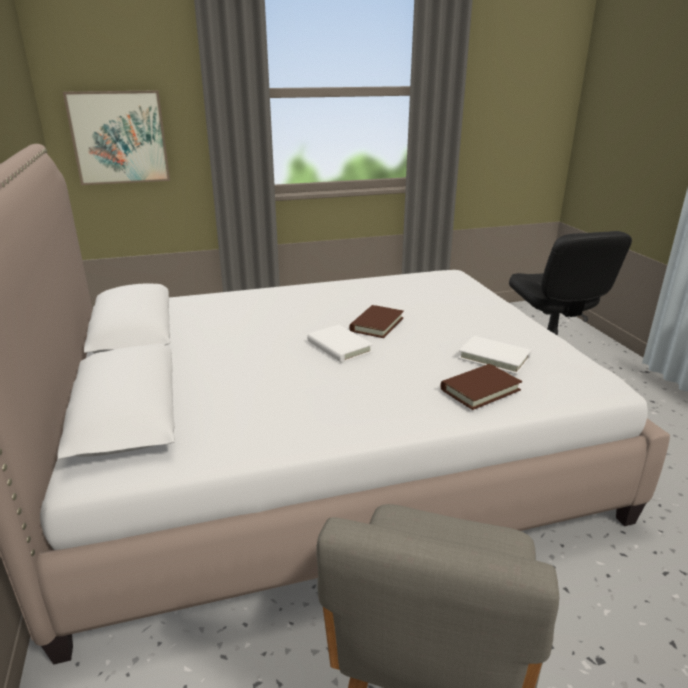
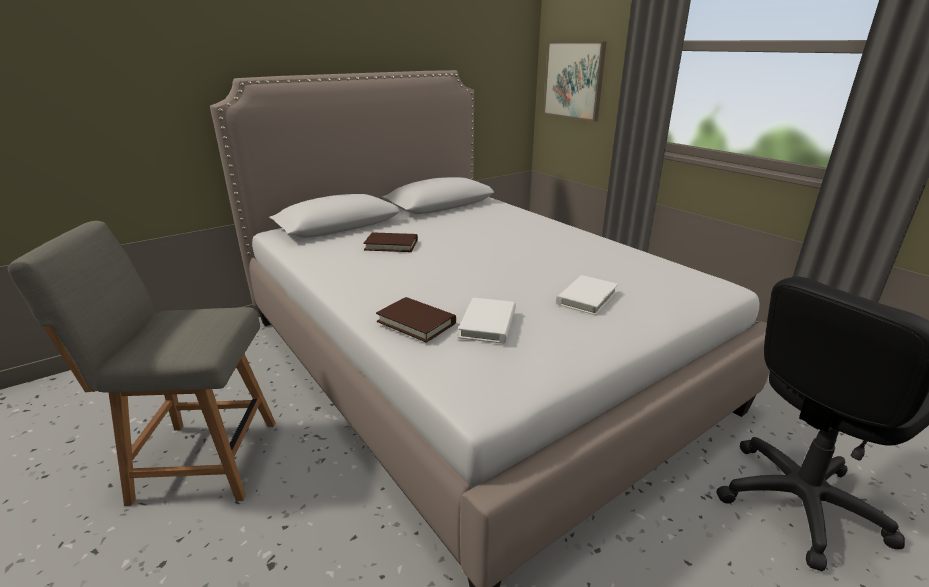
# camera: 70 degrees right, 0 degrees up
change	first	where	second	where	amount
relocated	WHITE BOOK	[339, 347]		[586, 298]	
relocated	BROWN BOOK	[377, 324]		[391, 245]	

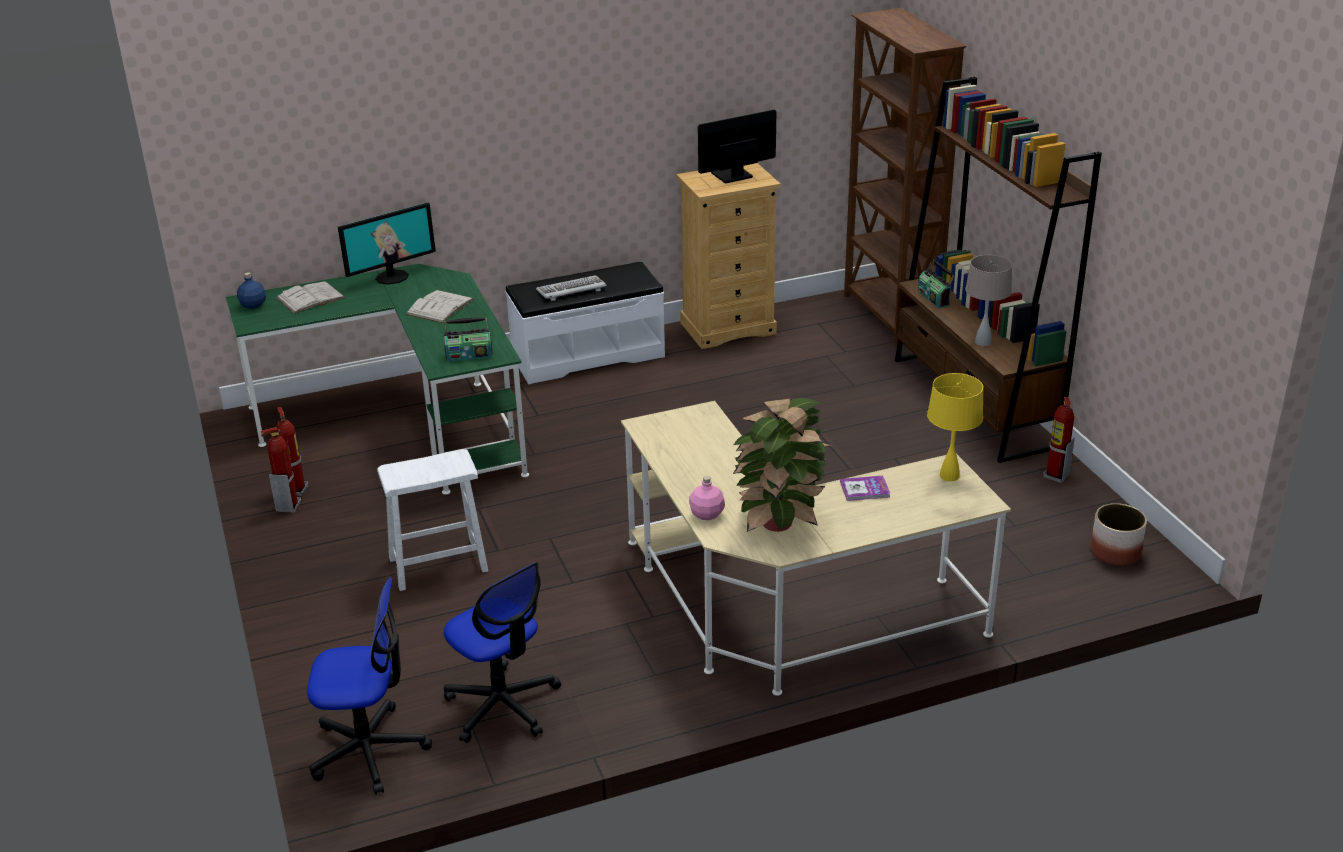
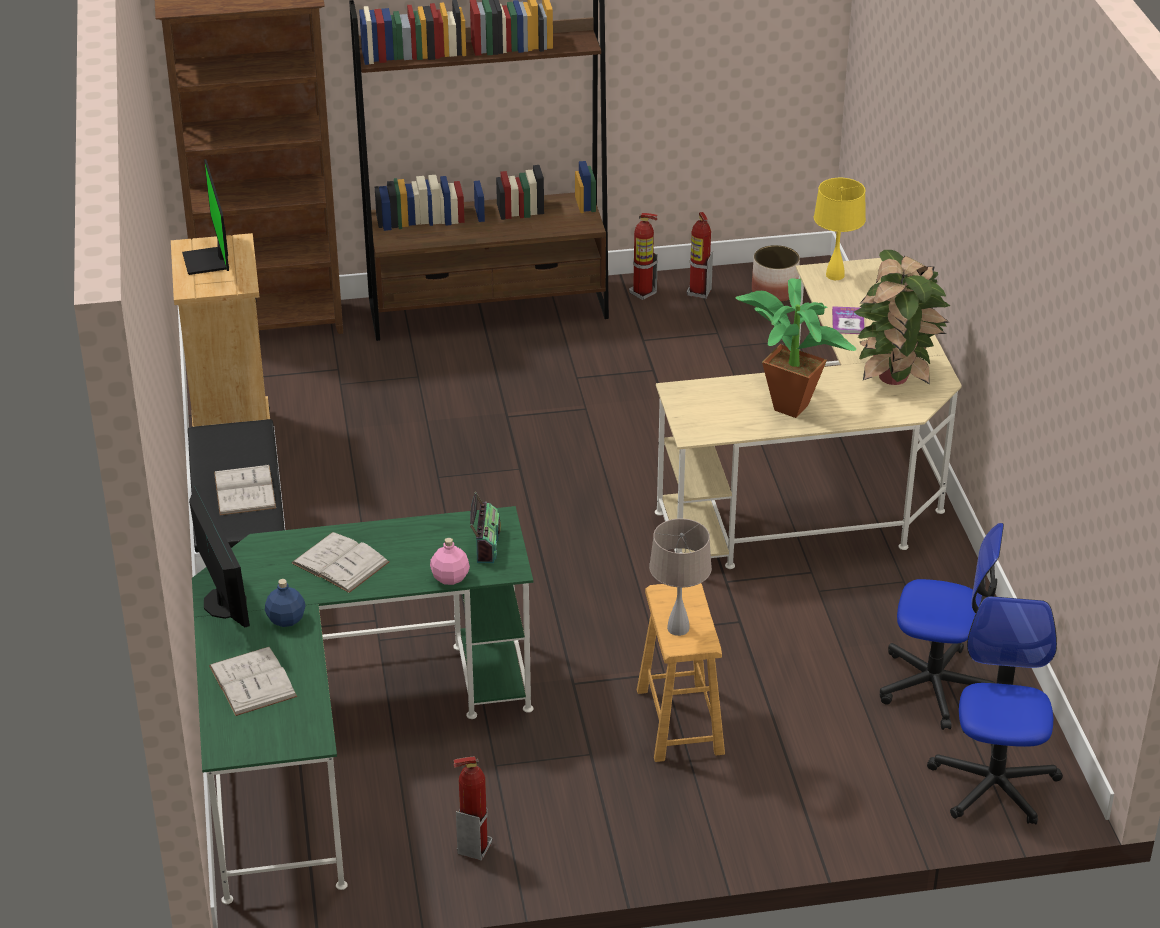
# camera: 80 degrees left, 5 degrees up
change	first	where	second	where	amount
relocated	BLUE BOTTLE	[253, 305]		[285, 619]	
relocated	FIRE EXTINGUISHER	[288, 506]		[698, 292]	
colour	WHITE STOOL	[438, 564]	BROWN STOOL	[680, 721]	
spun	OFFICE CHAIR	[502, 705]		[936, 686]	45 degrees clockwise
exchanged	KEYBOARD	[571, 290]	WHITE BOOK	[244, 490]	
relocated	PINK BOTTLE	[706, 514]		[449, 578]	
missing	RADIO	[934, 298]			
relocated	BEIGE TABLE LAMP	[983, 342]		[678, 628]	
appeared			POTTED PLANT	[787, 403]	

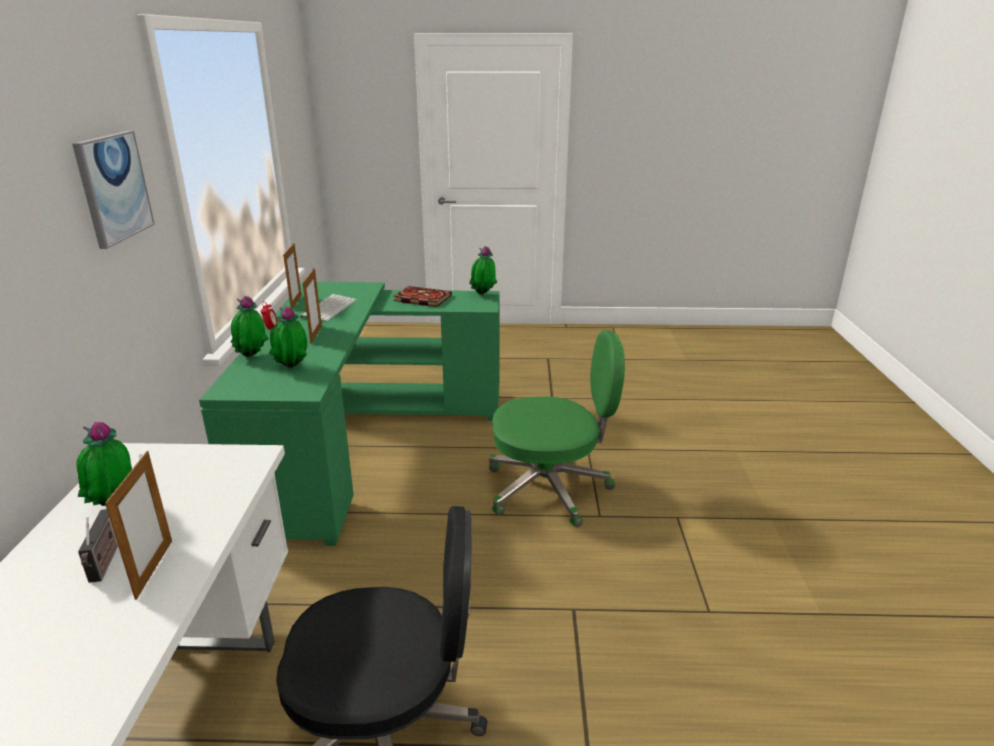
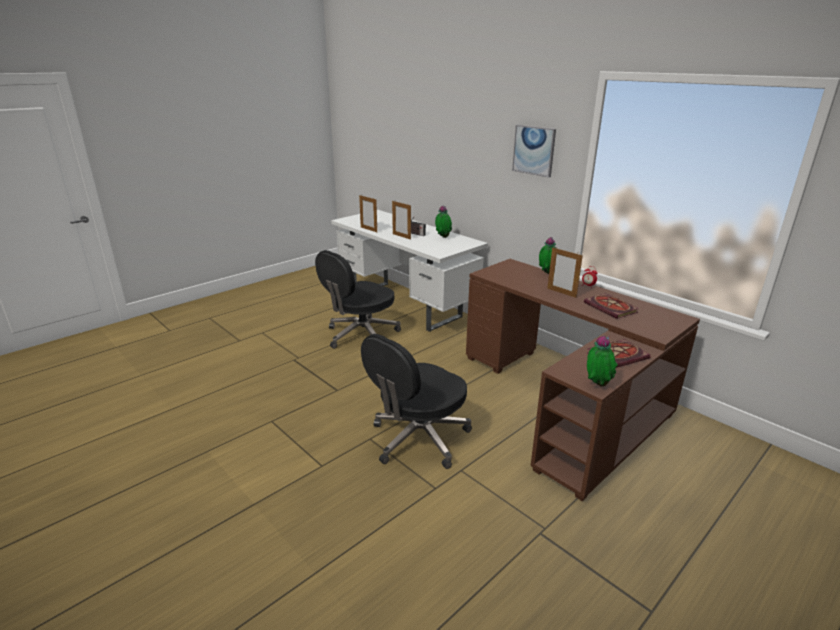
# camera: 135 degrees right, 0 degrees up
change	first	where	second	where	amount
colour	GREEN DESK	[360, 441]	BROWN DESK	[567, 402]	
missing	POTTED PLANT	[292, 369]			
relocated	PICTURE FRAME	[296, 302]		[368, 229]	
exchanged	KEYBOARD	[329, 308]	BOOK	[612, 308]	
colour	GREEN OFFICE CHAIR	[550, 488]	BLACK OFFICE CHAIR	[418, 439]	

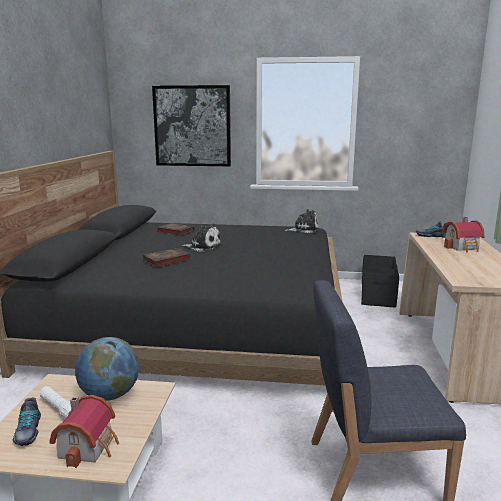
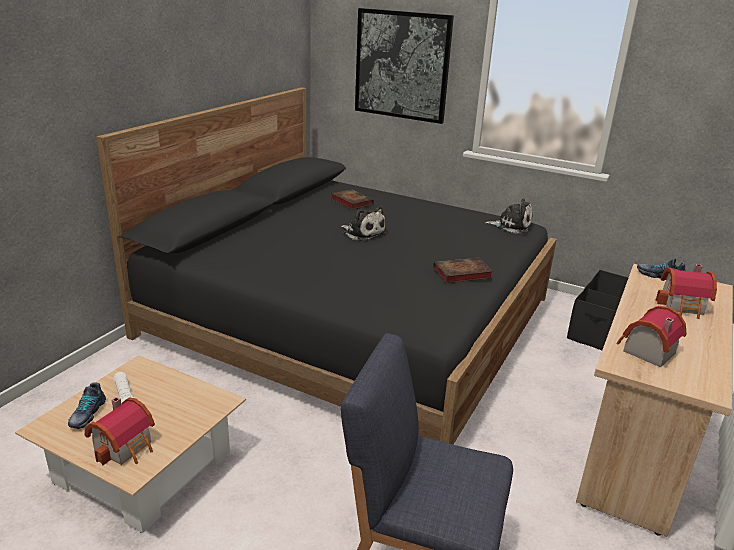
# camera: 20 degrees right, 10 degrees up
change	first	where	second	where	amount
missing	GLOBE	[110, 395]			
relocated	BOOK	[166, 260]		[461, 274]	
appeared			TOY HOUSE	[645, 351]	

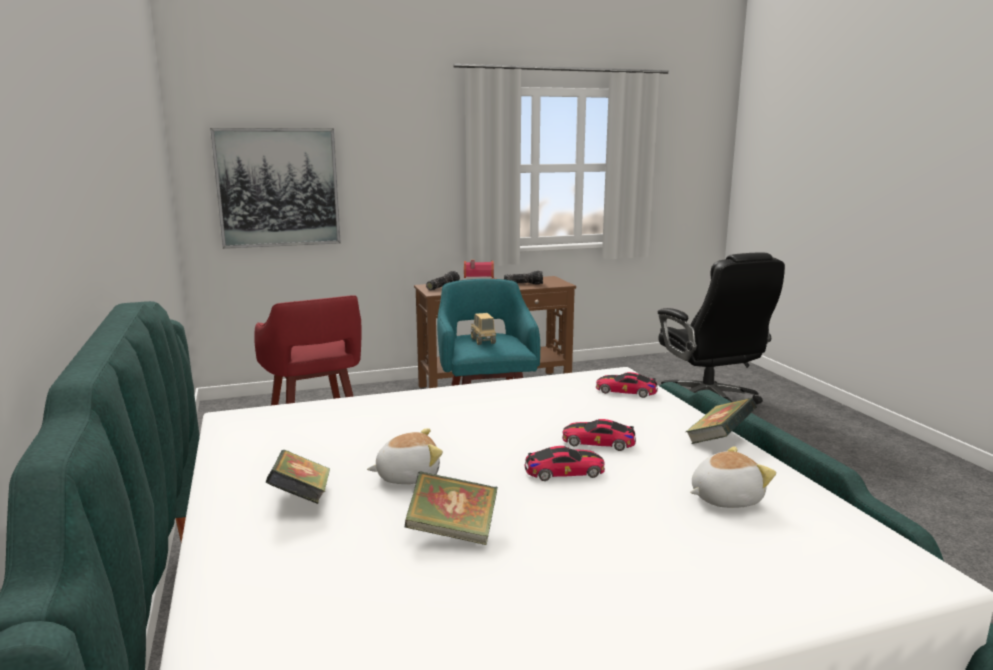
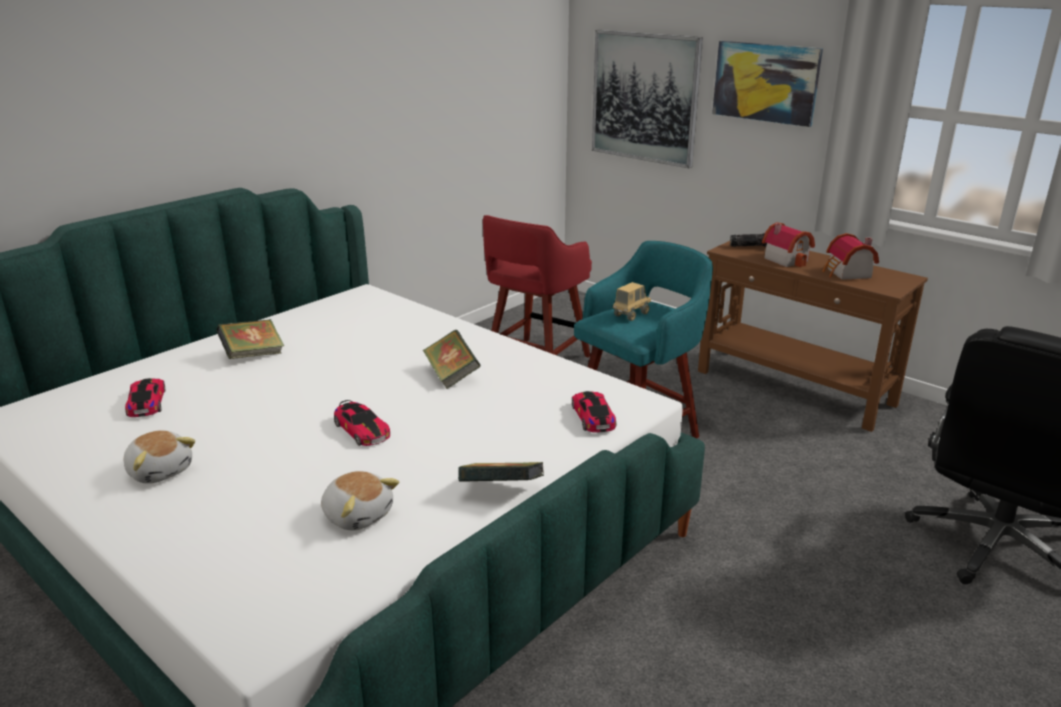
# camera: 60 degrees right, 10 degrees up
change	first	where	second	where	amount
relocated	PLUSH TOY	[407, 476]		[160, 470]	
relocated	BOOK	[452, 532]		[451, 375]	
exchanged	FLASHLIGHT	[524, 284]	TOY HOUSE	[847, 273]	
relocated	TOY CAR	[598, 442]		[146, 403]	
appeared			PICTURE	[765, 82]	

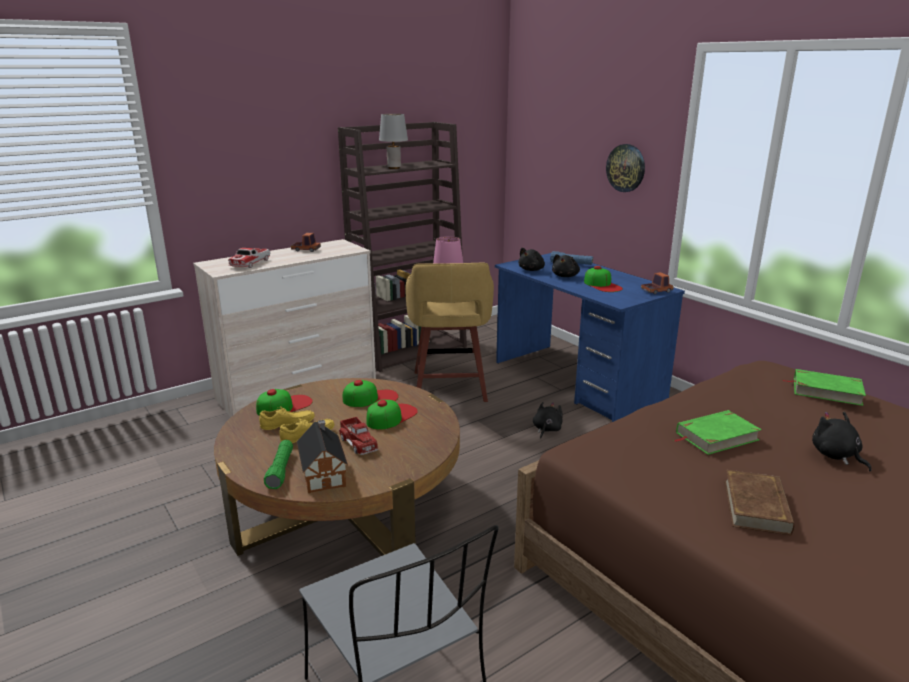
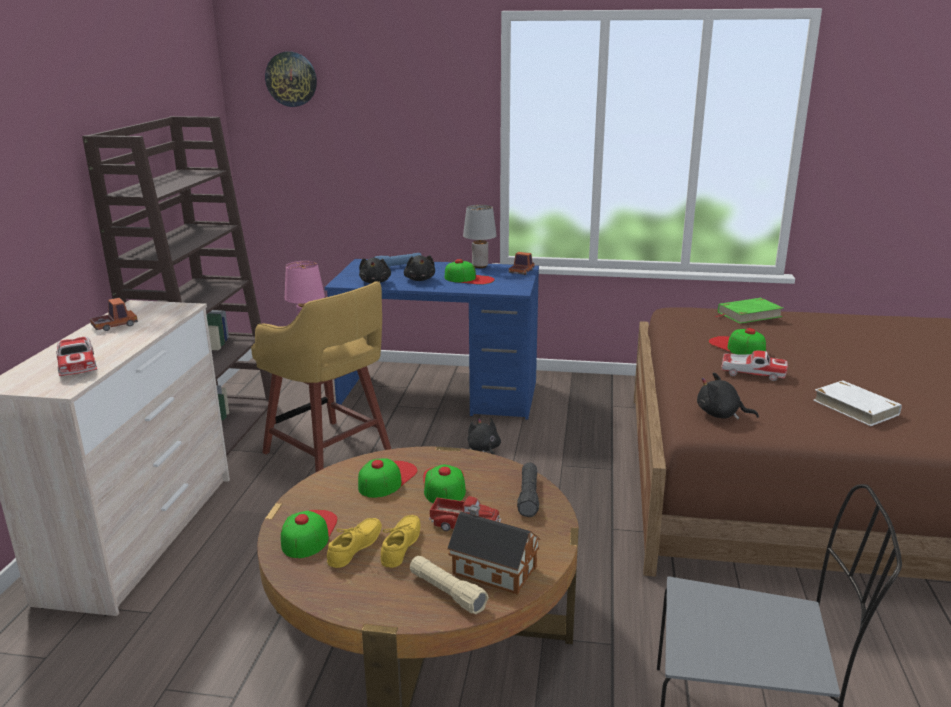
# camera: 45 degrees left, 0 degrees up
change	first	where	second	where	amount
colour	GREEN FLASHLIGHT	[281, 470]	BEIGE FLASHLIGHT	[447, 592]	
relocated	GREY TABLE LAMP	[393, 168]		[479, 266]	
relocated	WALL CLOCK	[626, 168]		[291, 79]	
exchanged	GREEN BOOK	[716, 436]	TOY CAR	[752, 373]	
colour	BROWN BOOK	[756, 506]	WHITE BOOK	[855, 407]	
relocated	BLACK PLUSH TOY	[836, 455]		[721, 415]	
appeared			BLACK FLASHLIGHT	[528, 496]	
appeared			CAP	[737, 346]	

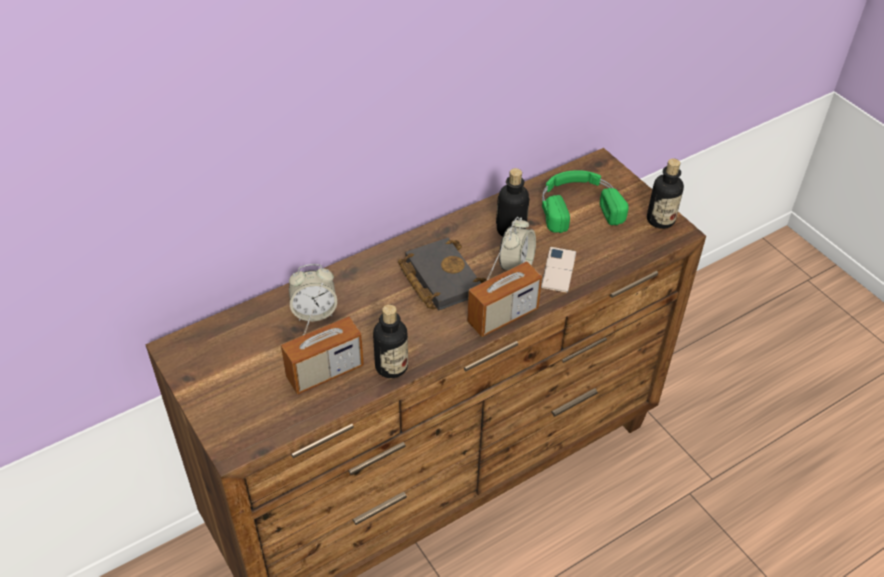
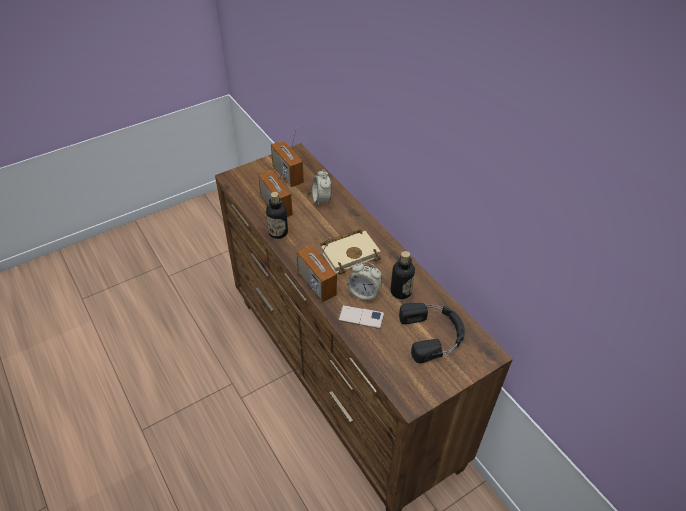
# camera: 90 degrees right, 0 degrees up
change	first	where	second	where	amount
colour	BLACK BOOK	[438, 278]	BEIGE BOOK	[350, 253]	
colour	GREEN HEADPHONES	[578, 205]	BLACK HEADPHONES	[433, 334]	
missing	BOTTLE	[660, 220]			
appeared			RADIO	[288, 175]	

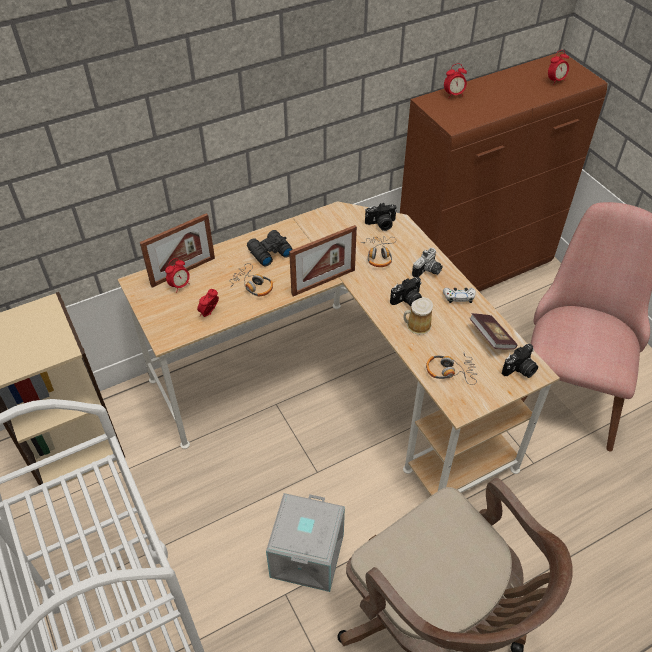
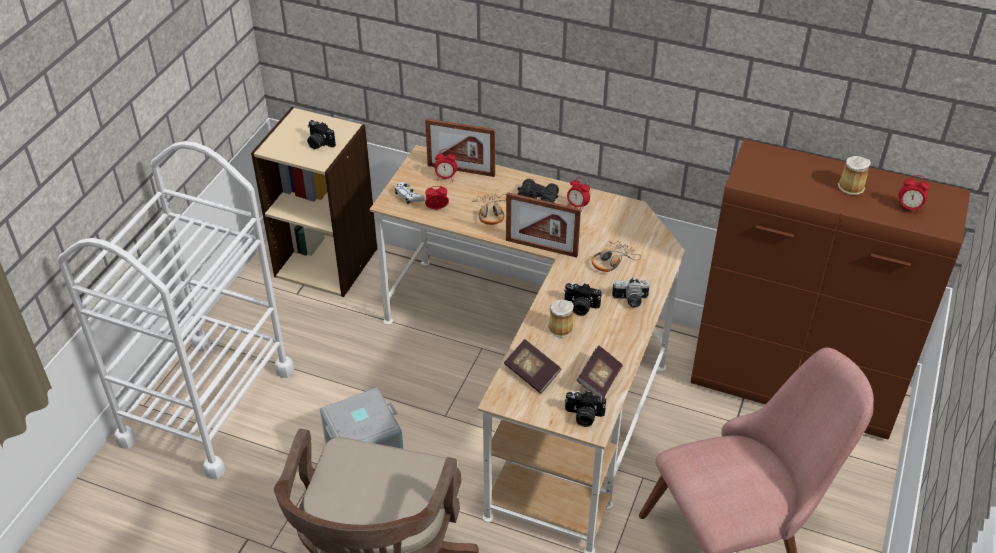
# camera: 50 degrees right, 5 degrees down
change	first	where	second	where	amount
relocated	PHOTO CAMERA	[381, 224]		[319, 143]	
exchanged	HEADPHONES	[450, 371]	BOOK	[532, 373]	
relocated	WHITE GAME CONTROLLER	[459, 297]		[409, 196]	
relocated	ALARM CLOCK	[454, 95]		[577, 206]	
appeared			MUG	[850, 185]	

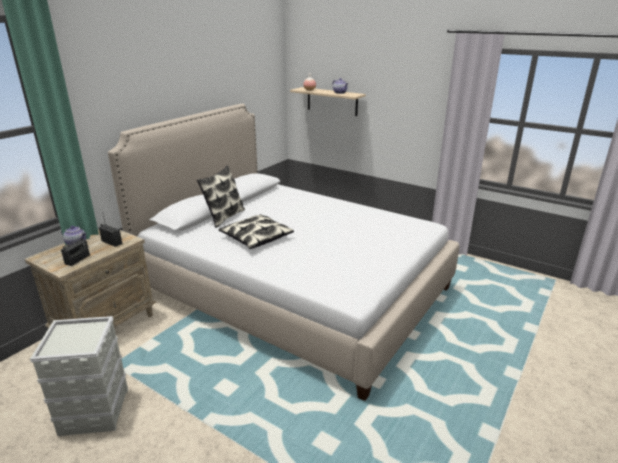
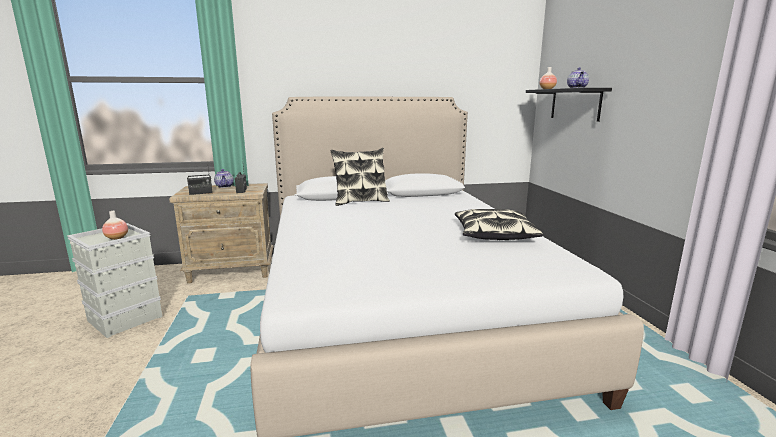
# camera: 45 degrees right, 10 degrees down
change	first	where	second	where	amount
relocated	PILLOW	[256, 238]		[493, 234]	
colour	BEIGE SHELF	[332, 101]	BLACK SHELF	[575, 104]	
appeared			VASE	[117, 238]	

